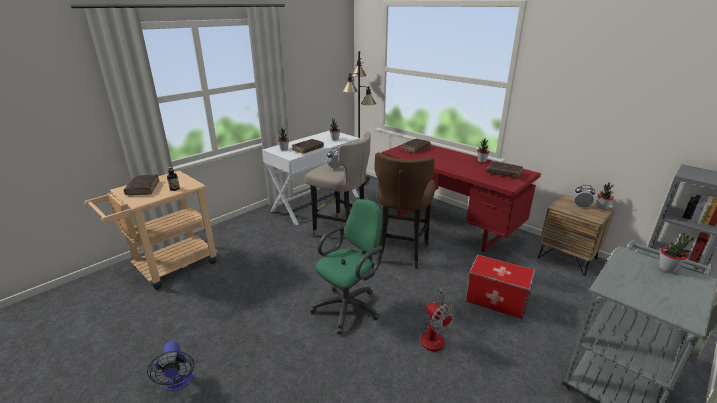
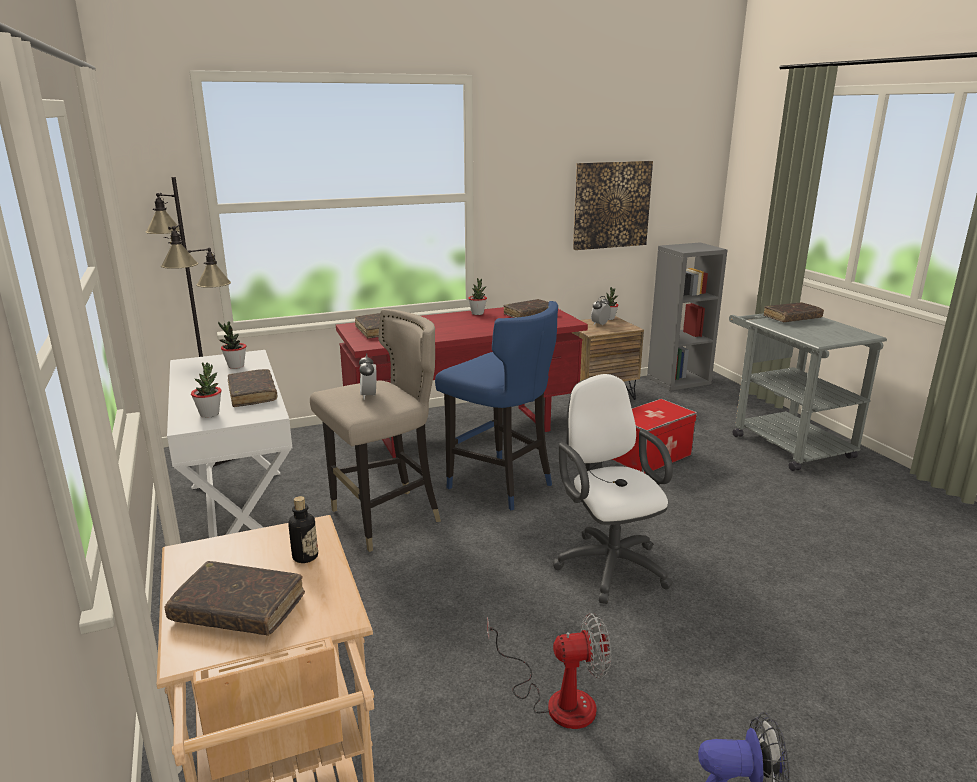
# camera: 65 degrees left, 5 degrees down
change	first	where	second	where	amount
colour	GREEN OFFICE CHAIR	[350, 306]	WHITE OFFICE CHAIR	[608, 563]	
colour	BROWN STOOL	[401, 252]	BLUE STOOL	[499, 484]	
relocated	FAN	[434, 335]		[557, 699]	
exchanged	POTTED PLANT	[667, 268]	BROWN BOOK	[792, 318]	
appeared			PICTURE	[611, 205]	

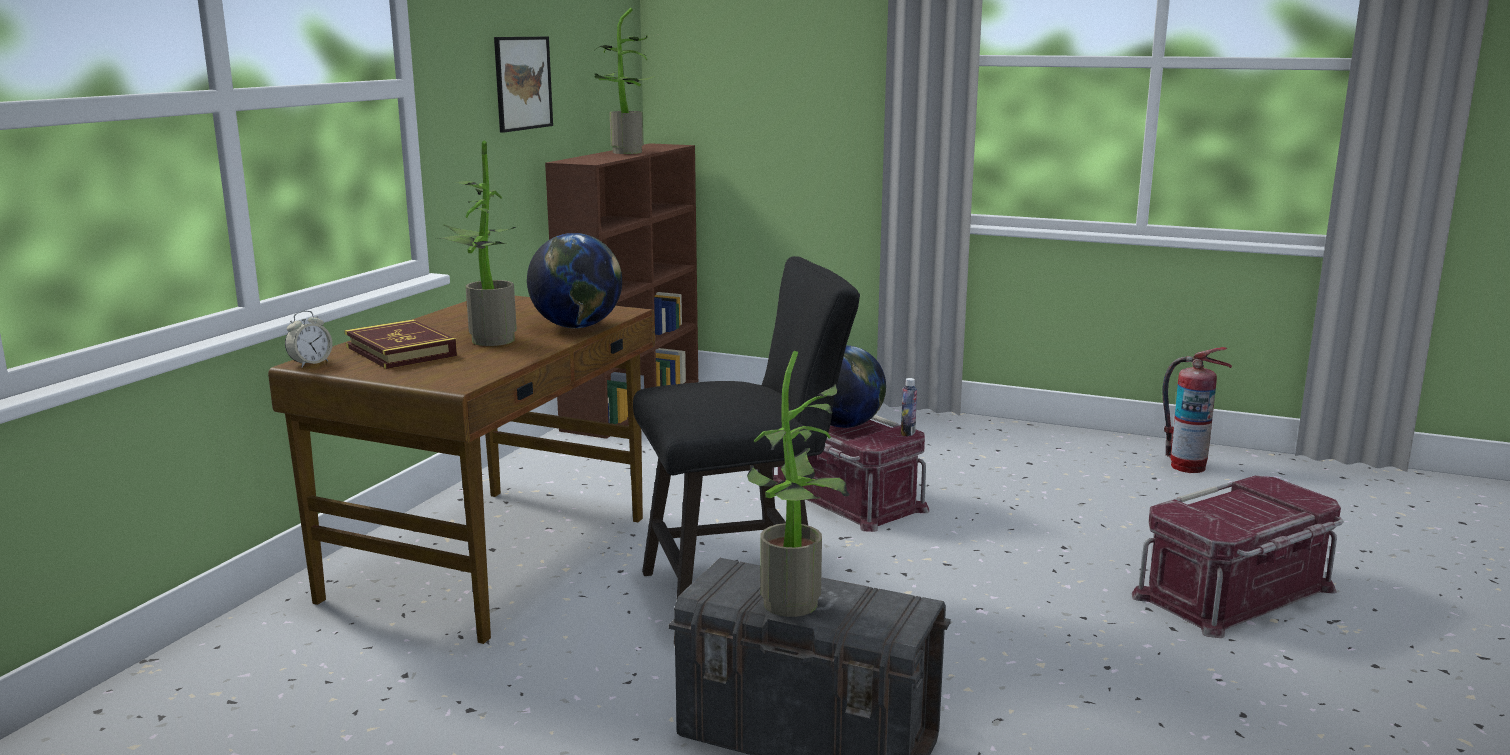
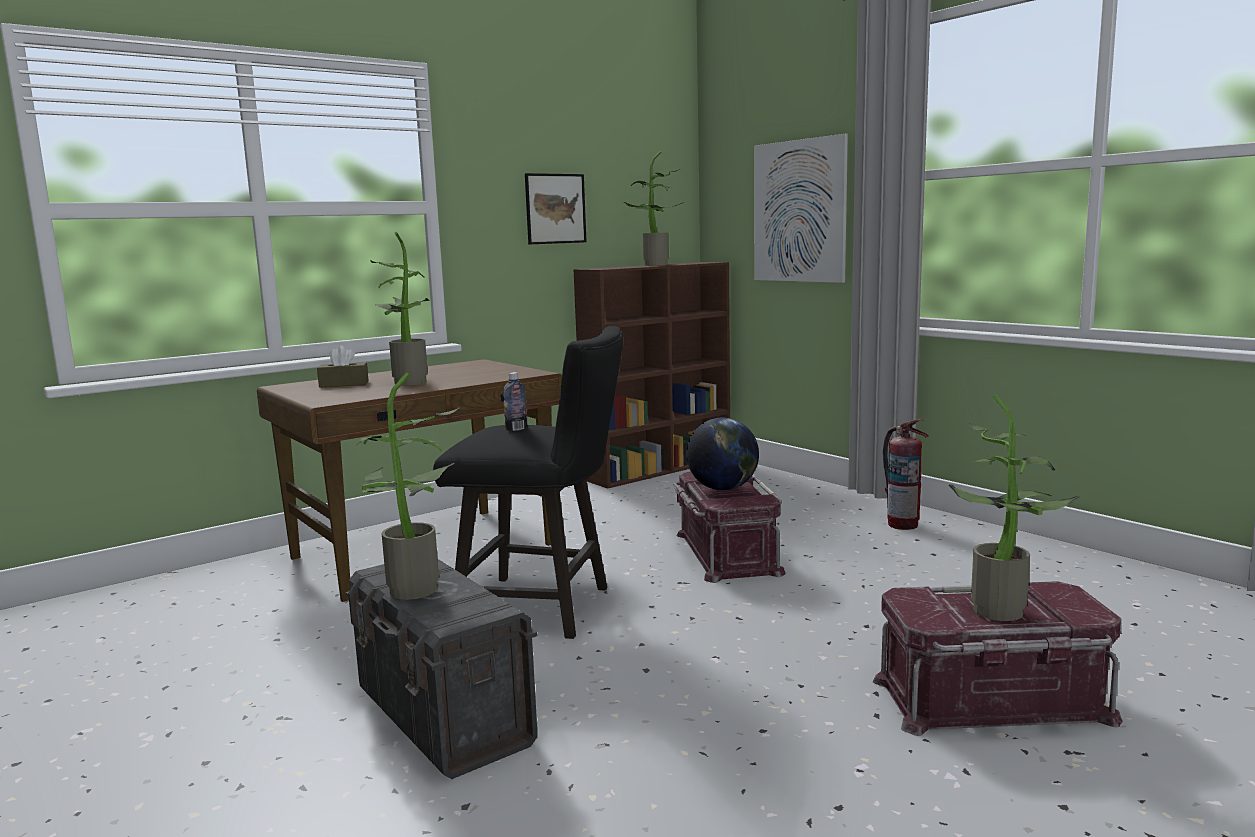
# camera: 30 degrees right, 5 degrees down
change	first	where	second	where	amount
missing	ALARM CLOCK	[310, 363]			
exchanged	BOOK	[400, 351]	BROWN TISSUE BOX	[344, 384]	
missing	GLOBE	[577, 327]			
relocated	BOTTLE	[908, 433]		[516, 429]	
relocated	FIRE EXTINGUISHER	[1187, 466]		[902, 524]	
appeared			PICTURE	[799, 211]	
appeared			POTTED PLANT	[1005, 610]	

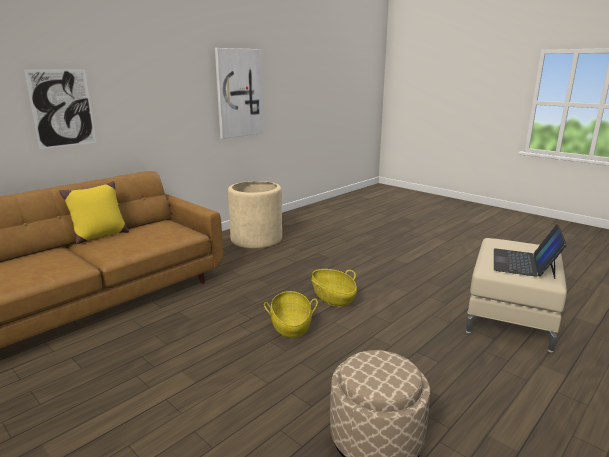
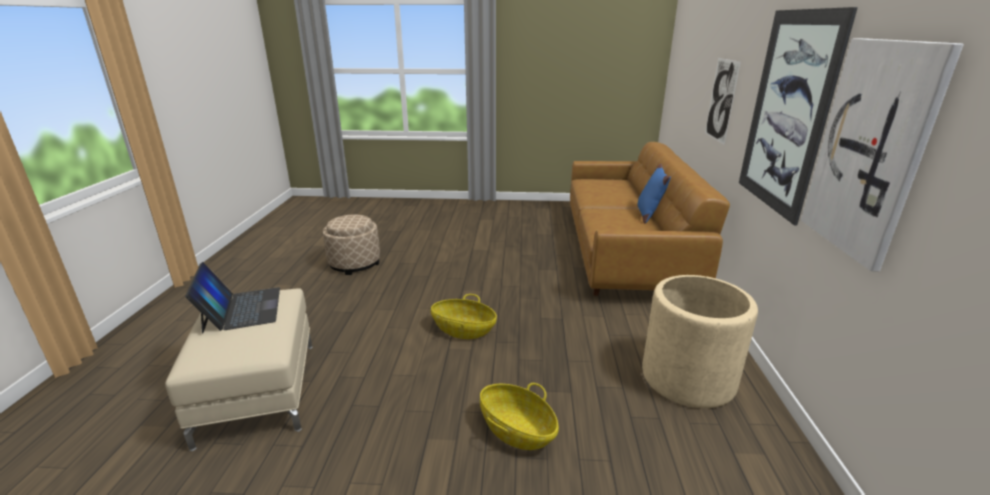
# camera: 140 degrees right, 5 degrees up
change	first	where	second	where	amount
colour	YELLOW PILLOW	[99, 236]	BLUE PILLOW	[648, 215]	
relocated	BASKET	[291, 326]		[517, 431]	
appeared			PICTURE	[787, 113]	

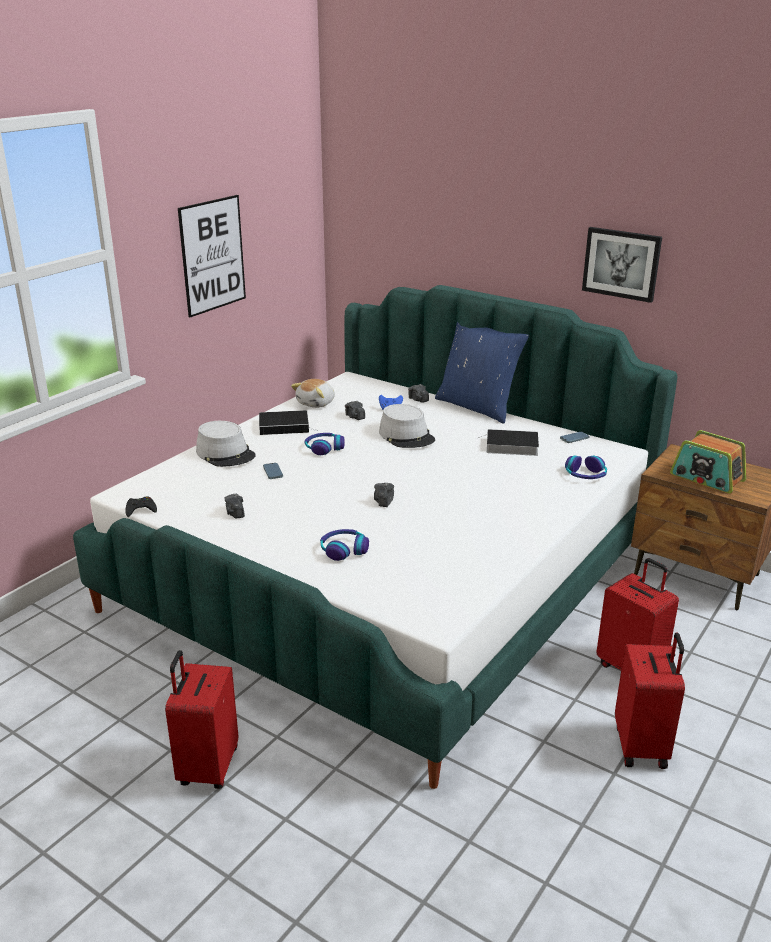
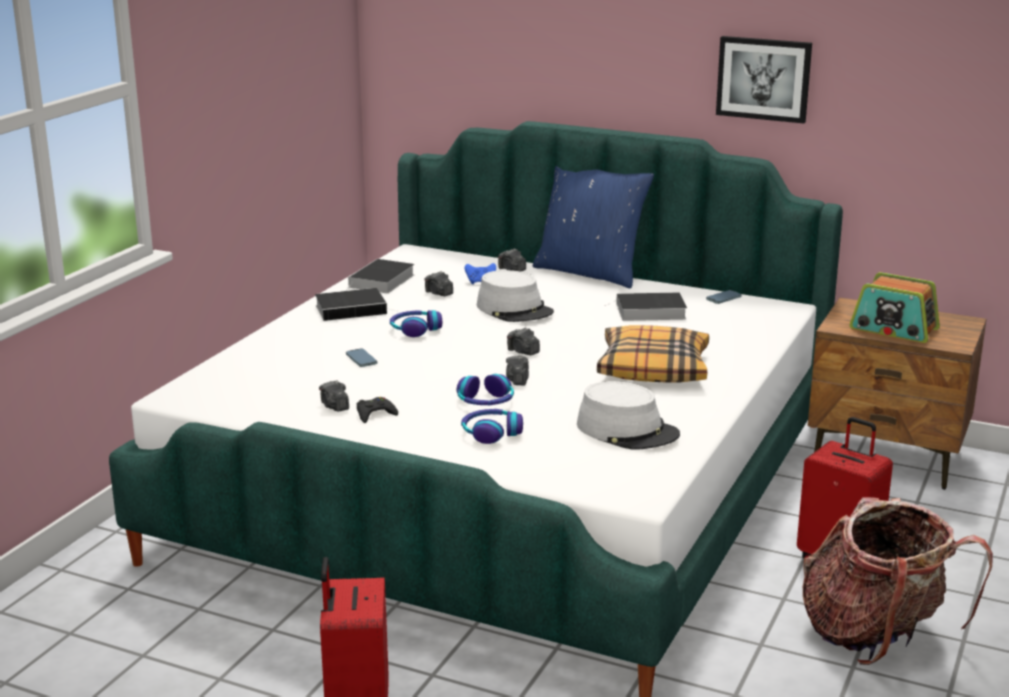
# camera: 10 degrees left, 5 degrees down
change	first	where	second	where	amount
relocated	BLACK GAME CONTROLLER	[140, 510]		[375, 414]	
missing	PICTURE	[212, 255]			
relocated	GREY HAT	[225, 453]		[627, 430]	
exchanged	PLUSH TOY	[316, 403]	BOOK	[381, 281]	
relocated	HEADPHONES	[585, 475]		[485, 401]	
exchanged	RED SUITCASE	[642, 746]	BACKPACK	[876, 637]	
appeared			PHOTO CAMERA	[523, 352]	
appeared			PILLOW	[653, 368]	

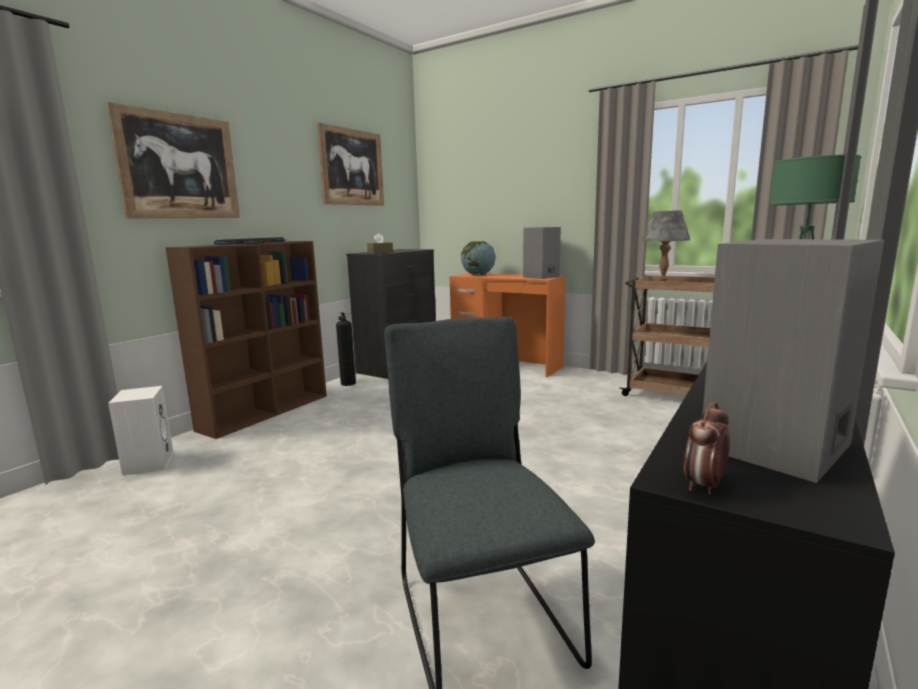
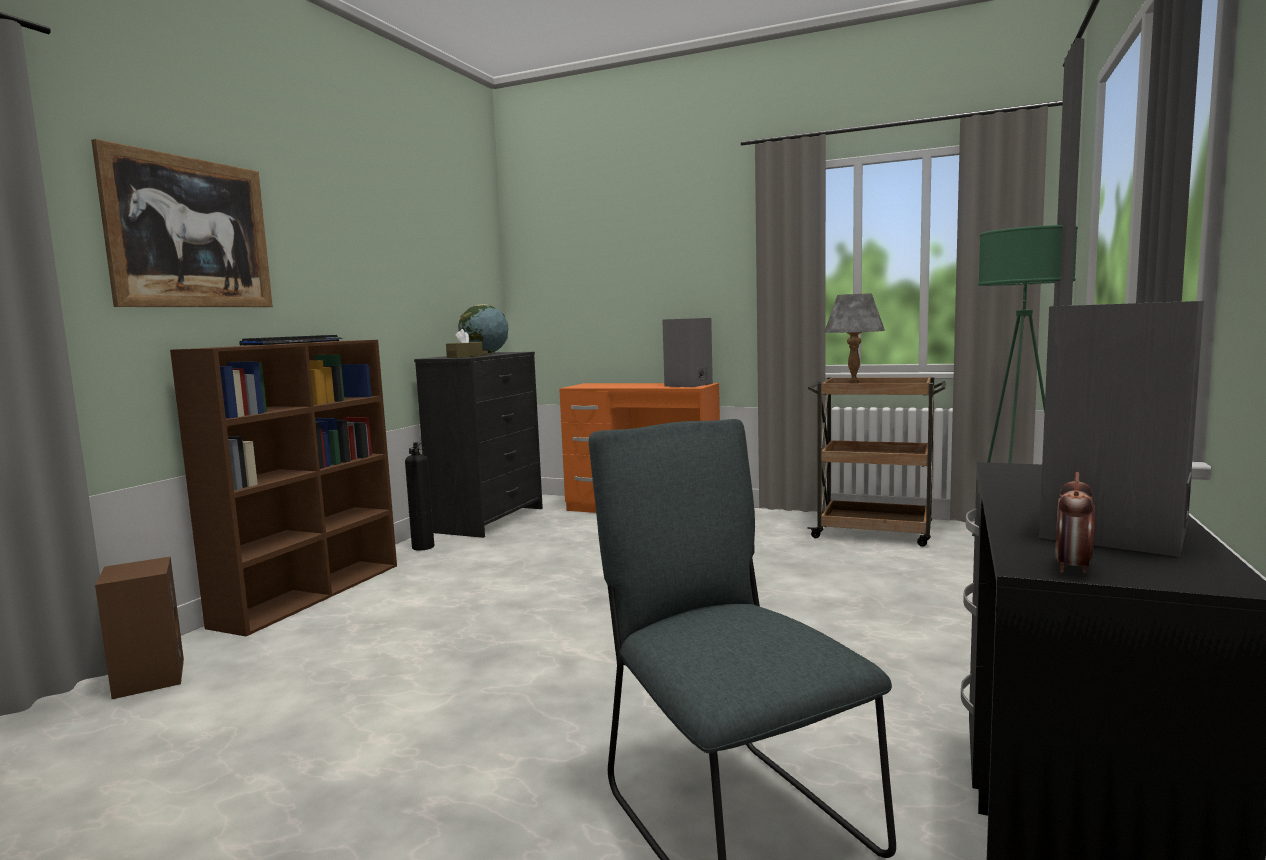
# camera: 10 degrees left, 5 degrees down
change	first	where	second	where	amount
colour	WHITE SPEAKER	[148, 462]	BROWN SPEAKER	[147, 678]	
missing	PICTURE	[352, 167]			
relocated	GLOBE	[478, 275]		[484, 354]	

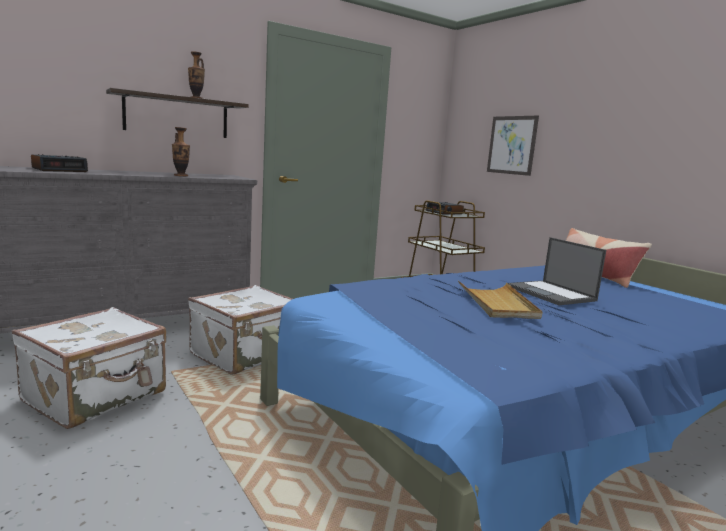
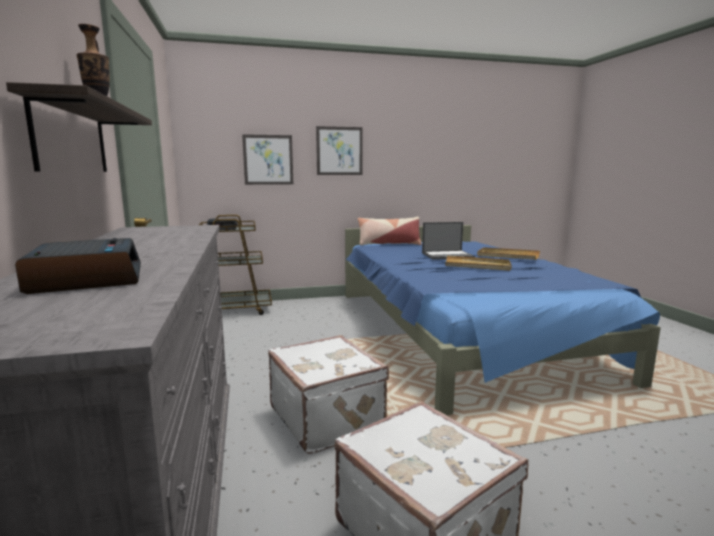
# camera: 70 degrees left, 0 degrees up
change	first	where	second	where	amount
missing	VASE	[181, 176]			
appeared			PICTURE	[339, 151]	
appeared			BEIGE TRAY	[507, 256]	

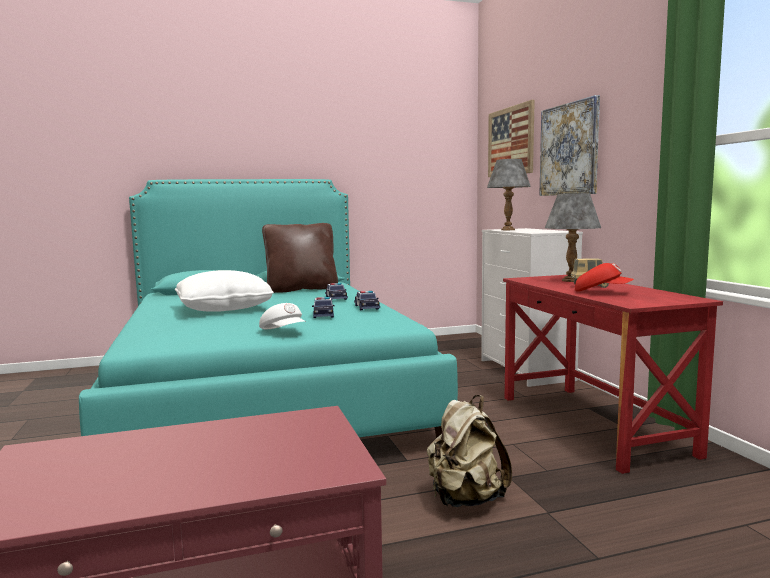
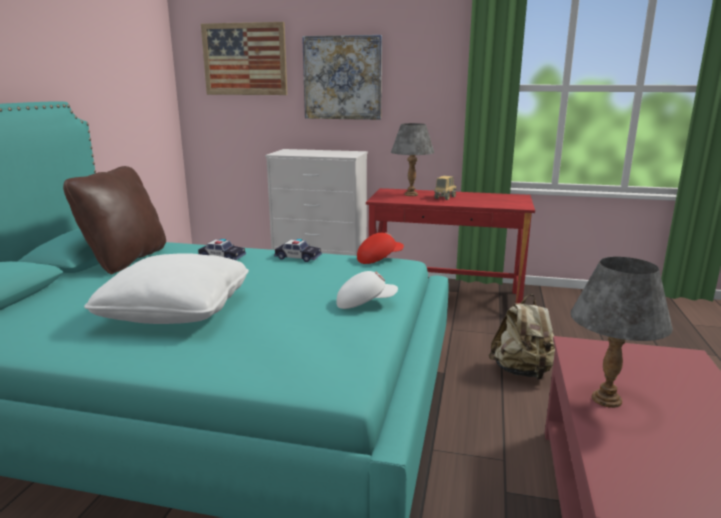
# camera: 60 degrees left, 10 degrees up
change	first	where	second	where	amount
missing	TOY CAR	[323, 315]			
relocated	GREY TABLE LAMP	[507, 230]		[607, 400]	
relocated	RED CAP	[602, 292]		[379, 259]	

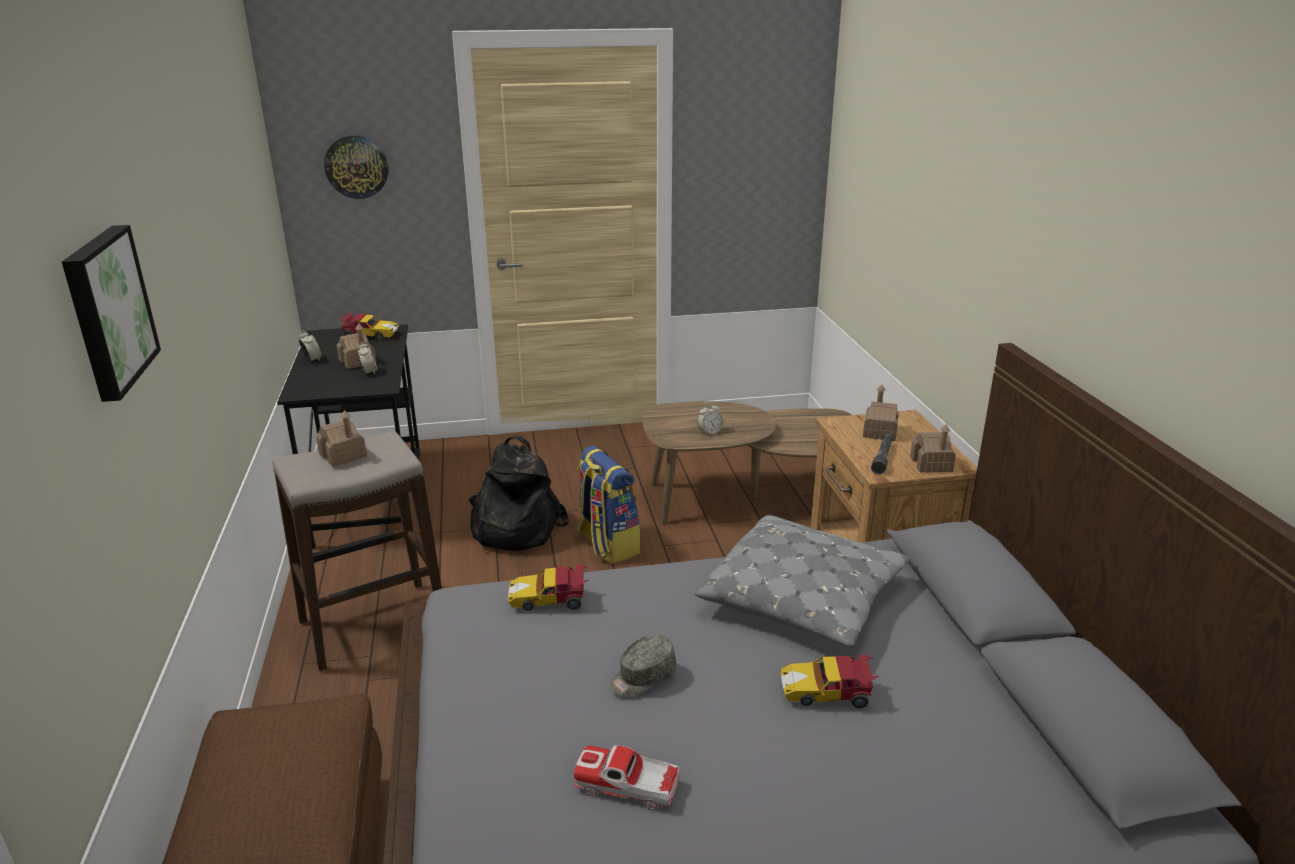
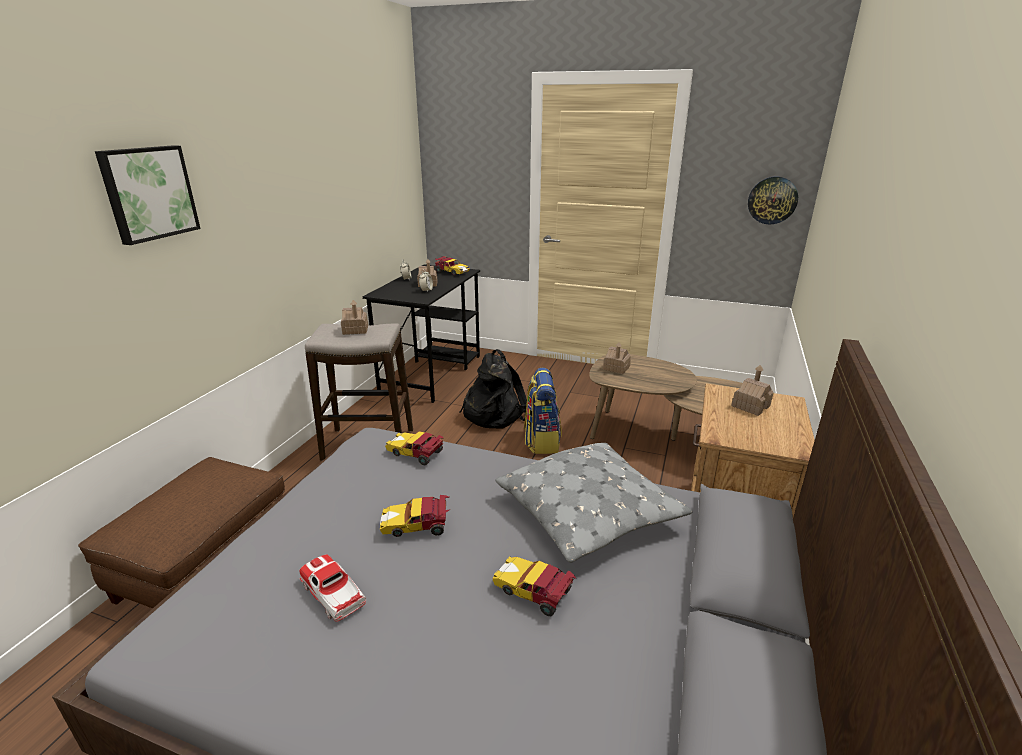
# camera: 30 degrees right, 0 degrees up
change	first	where	second	where	amount
relocated	WALL CLOCK	[356, 167]		[772, 200]	
exchanged	GREY CAP	[642, 677]	TOY CAR	[417, 525]	
missing	ALARM CLOCK	[709, 432]			
missing	GREY FLASHLIGHT	[882, 458]			
relocated	TOY HOUSE	[931, 464]		[616, 368]	

